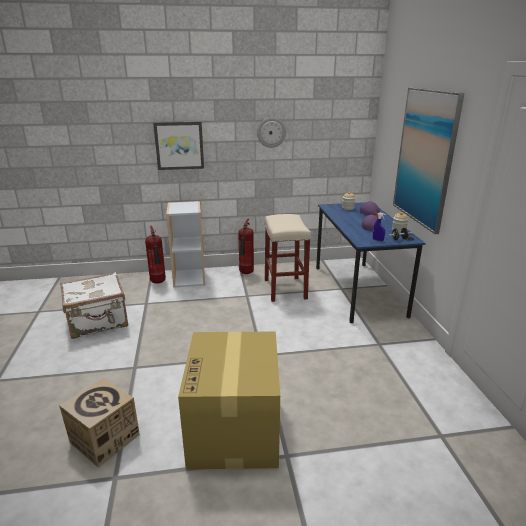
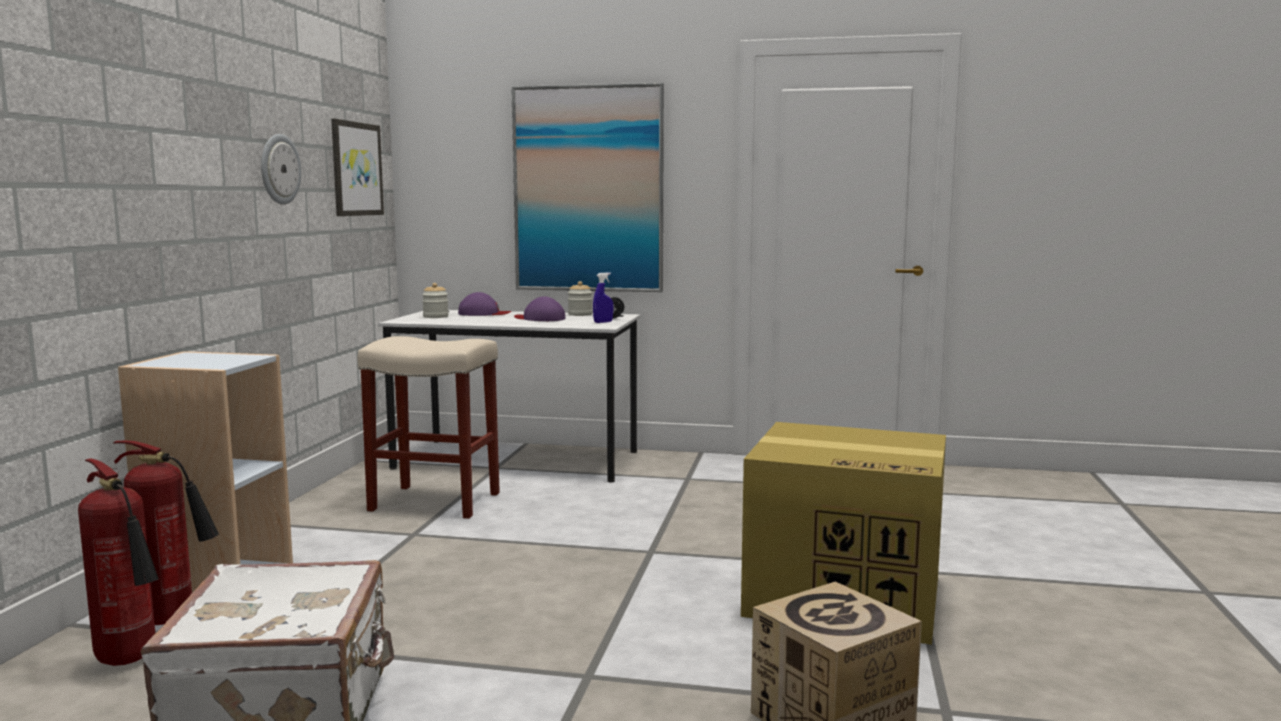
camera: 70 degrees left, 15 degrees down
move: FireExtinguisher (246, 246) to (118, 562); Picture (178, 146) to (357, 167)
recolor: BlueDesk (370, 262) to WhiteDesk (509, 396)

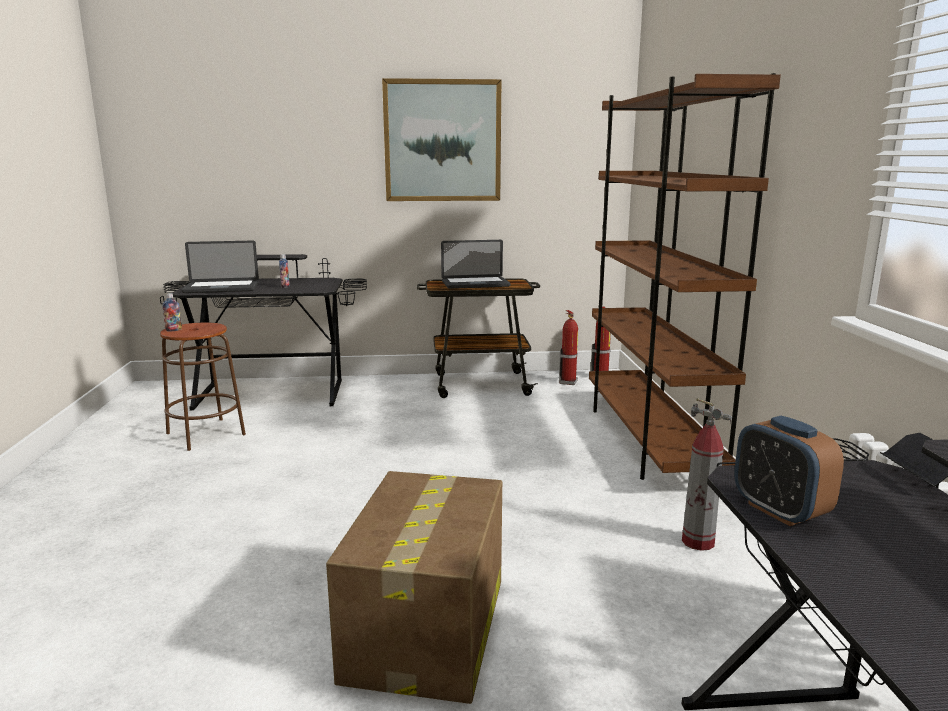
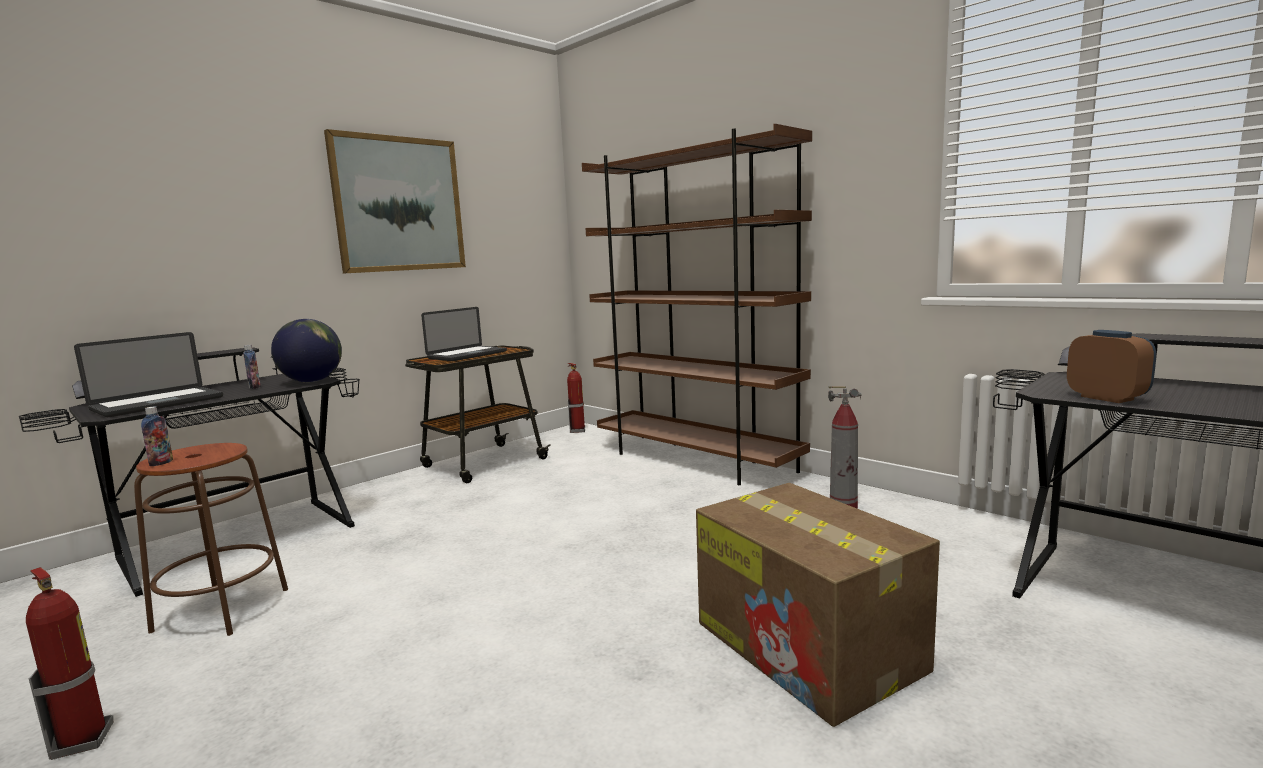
camera: 40 degrees left, 5 degrees down
insert: Globe (306, 350)
move: FireExtinguisher (568, 347) to (69, 663)
rotate: AlarmClock (789, 471) = (1111, 366) 135 degrees counterclockwise

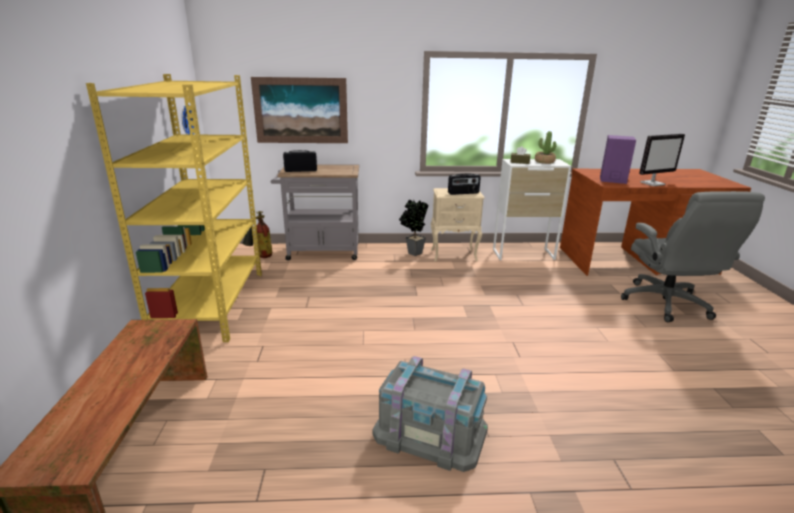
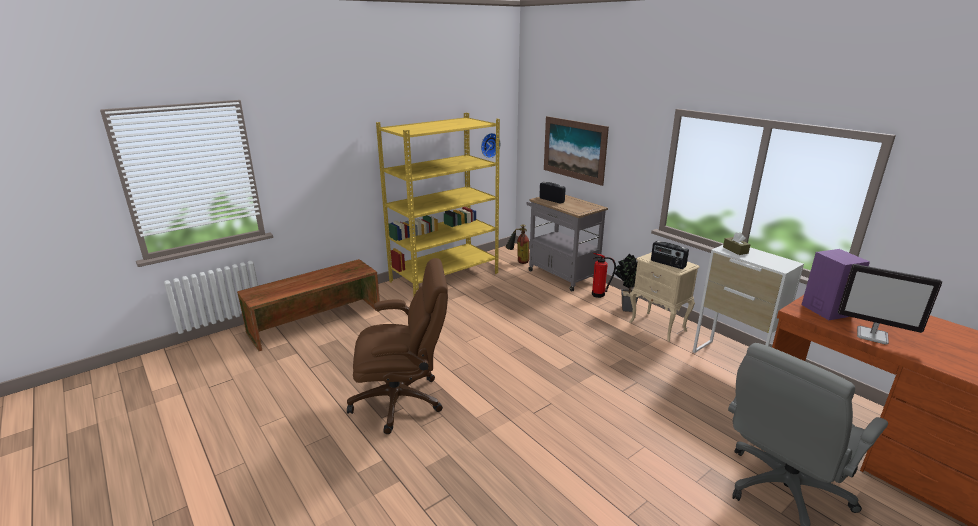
camera: 55 degrees right, 0 degrees up
delete: PottedPlant (545, 147)
insert: FireExtinguisher (604, 275)
replace: GreyStorageBox (430, 414) to BrownOfficeChair (397, 346)

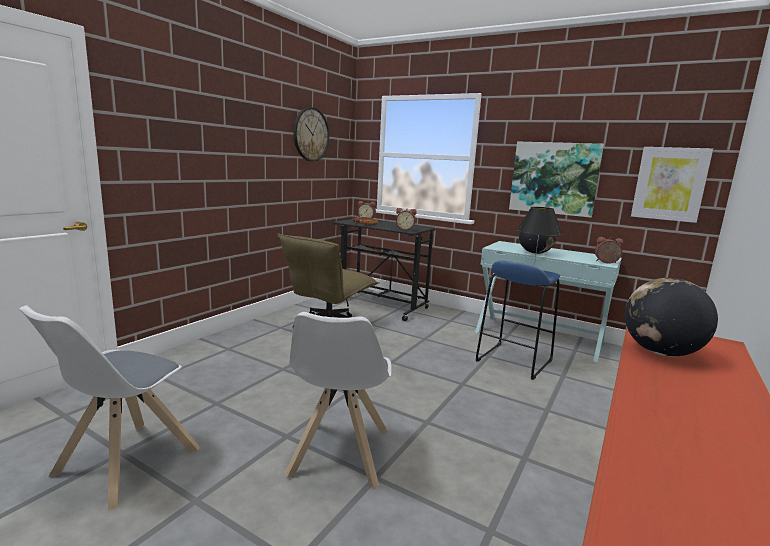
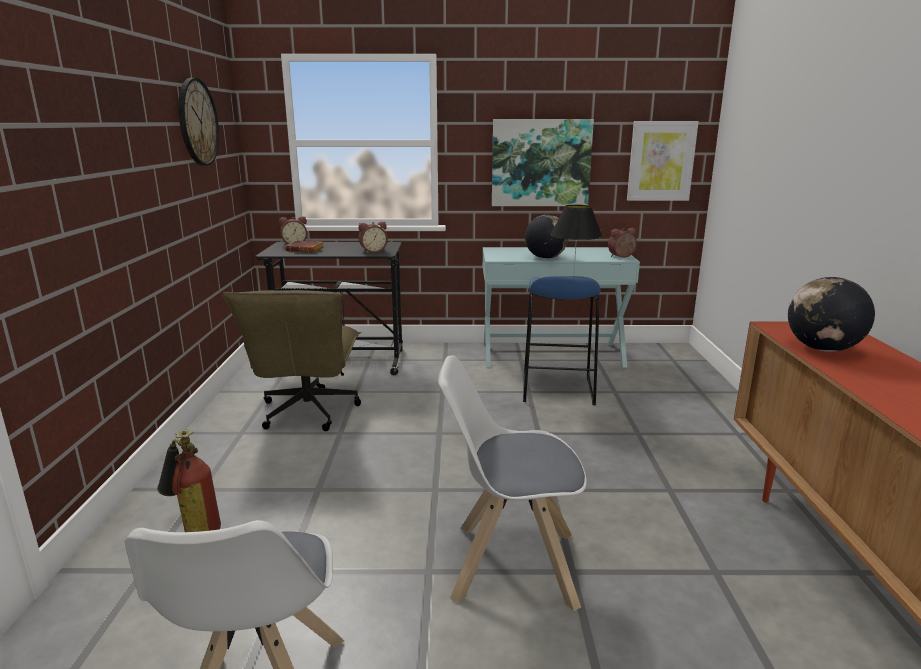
camera: 30 degrees left, 5 degrees up
insert: FireExtinguisher (189, 481)
rotate: Chair (338, 400) = (512, 483) 120 degrees clockwise

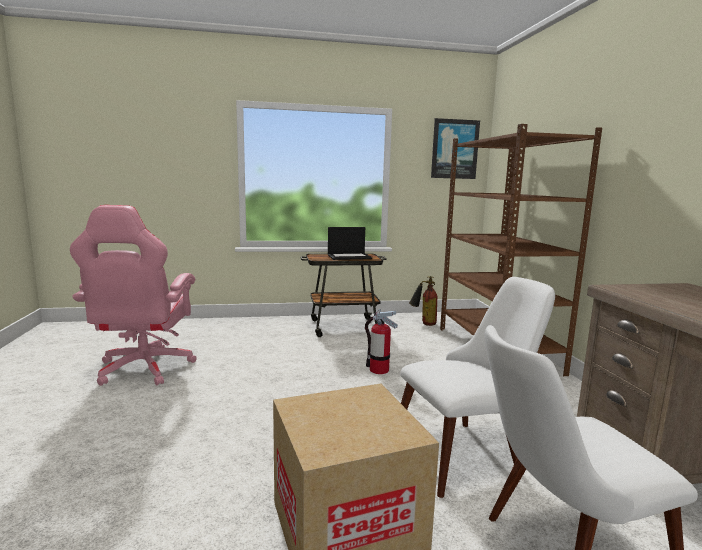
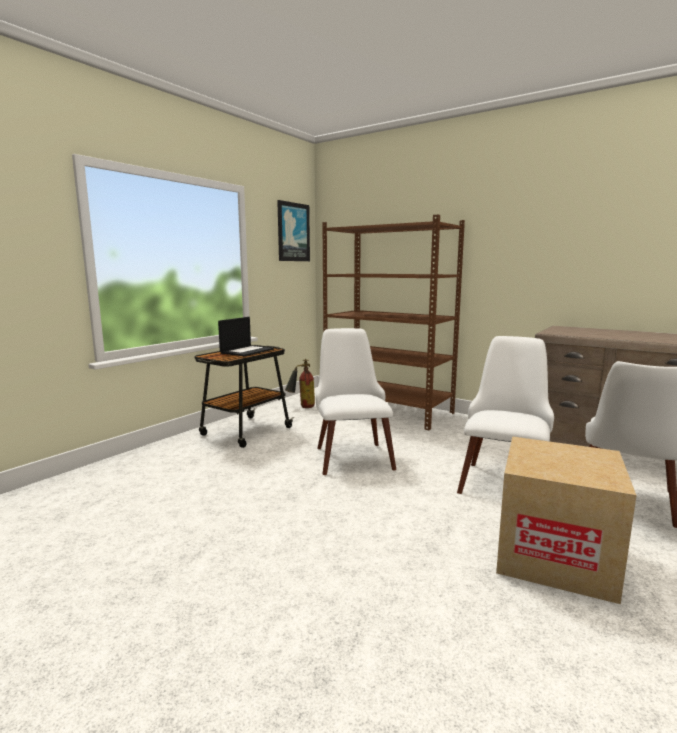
camera: 45 degrees left, 0 degrees up
delete: PinkOfficeChair (133, 295)
replace: FireExtinguisher (381, 341) to WhiteChair (356, 401)

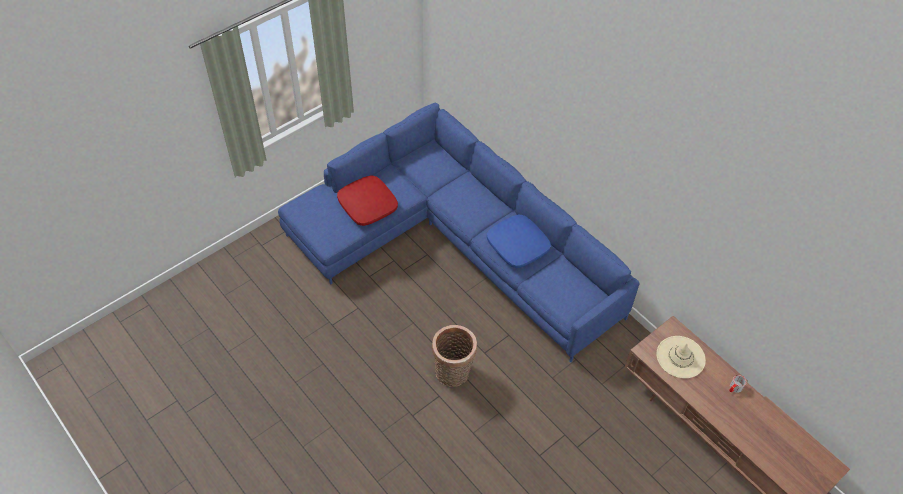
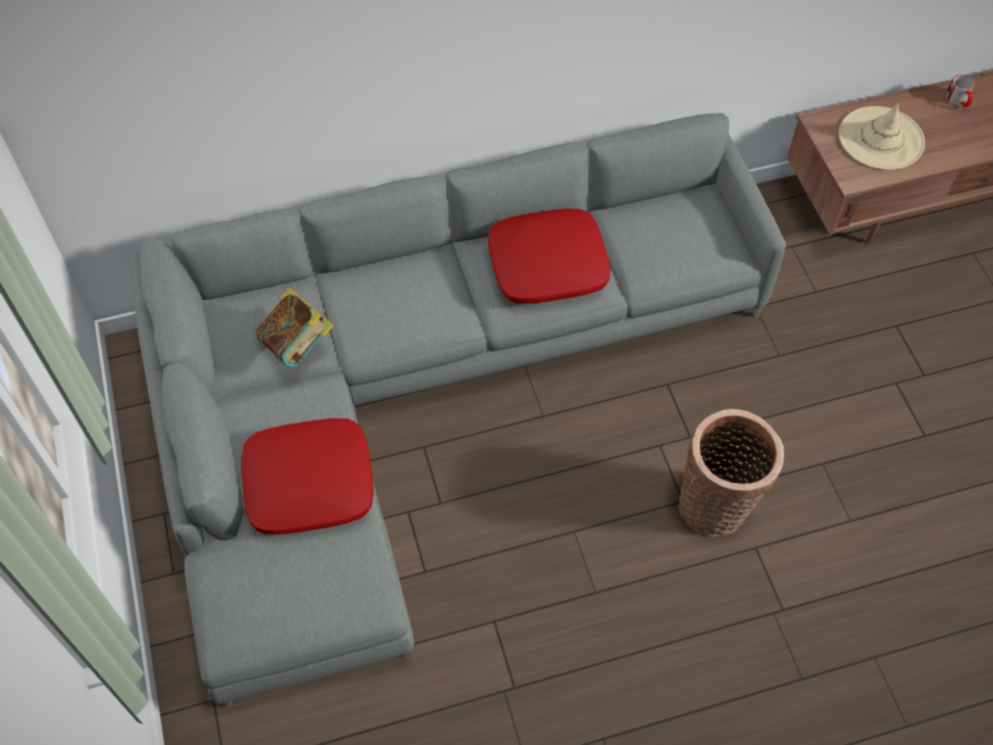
camera: 65 degrees left, 5 degrees up
insert: Book (294, 327)
recolor: BlueSofa (459, 232) to GreySofa (458, 410); BluePillow (519, 241) to RedPillow (549, 256)

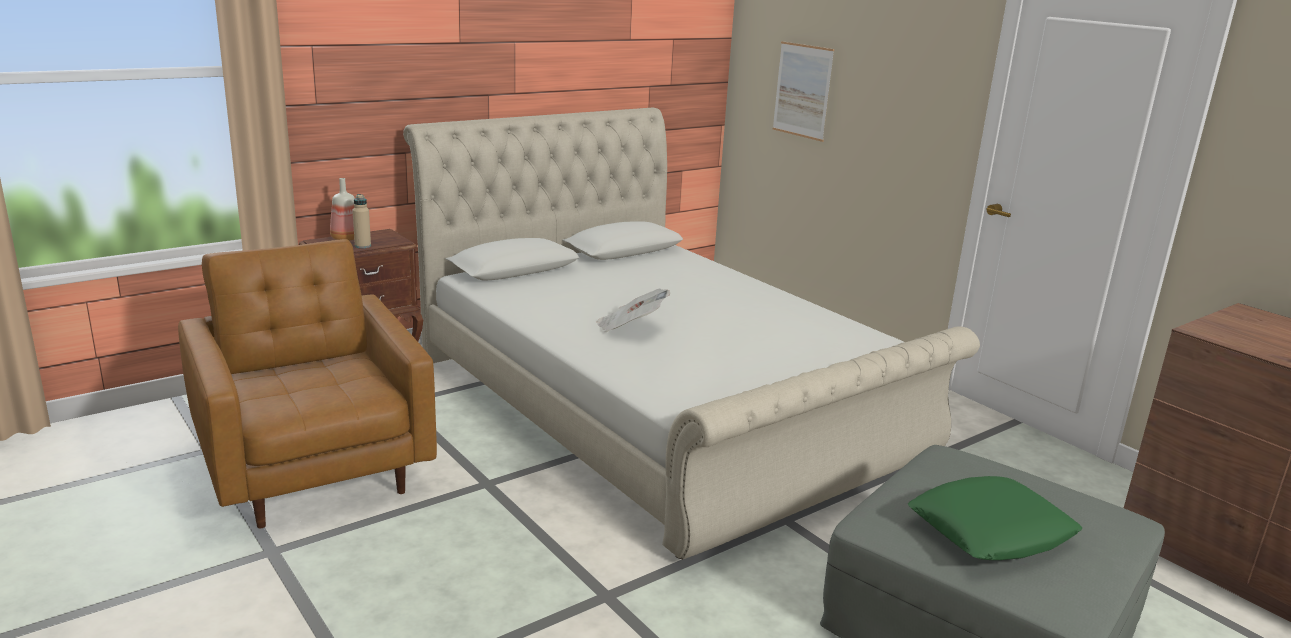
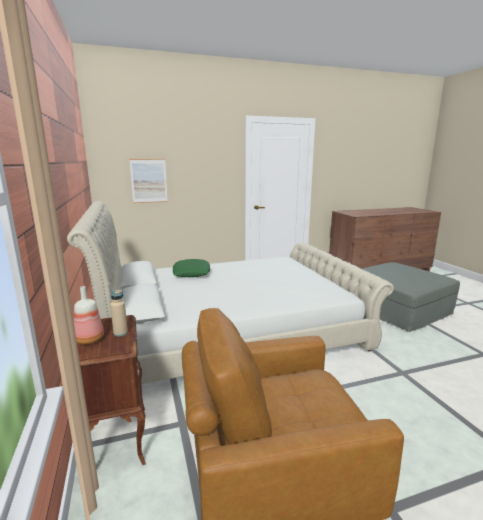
camera: 70 degrees left, 5 degrees down
delete: Newspaper (633, 310)
move: GreenPillow (995, 518) to (191, 268)

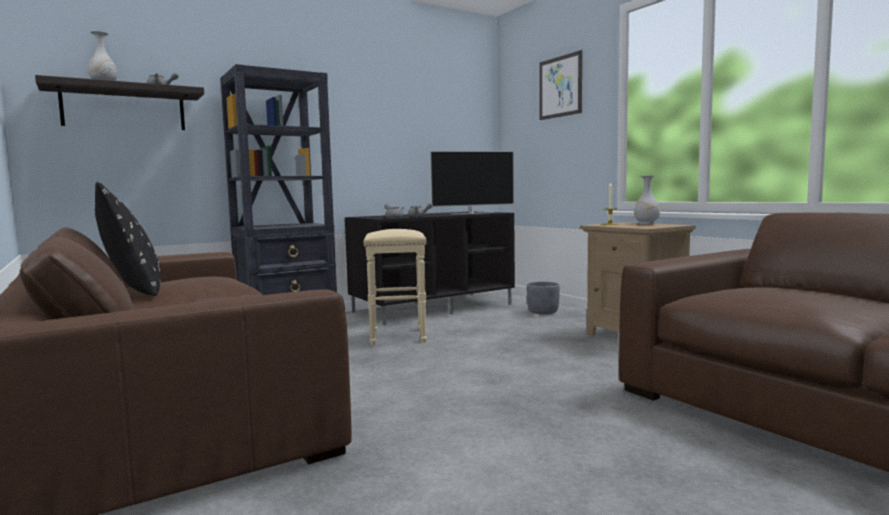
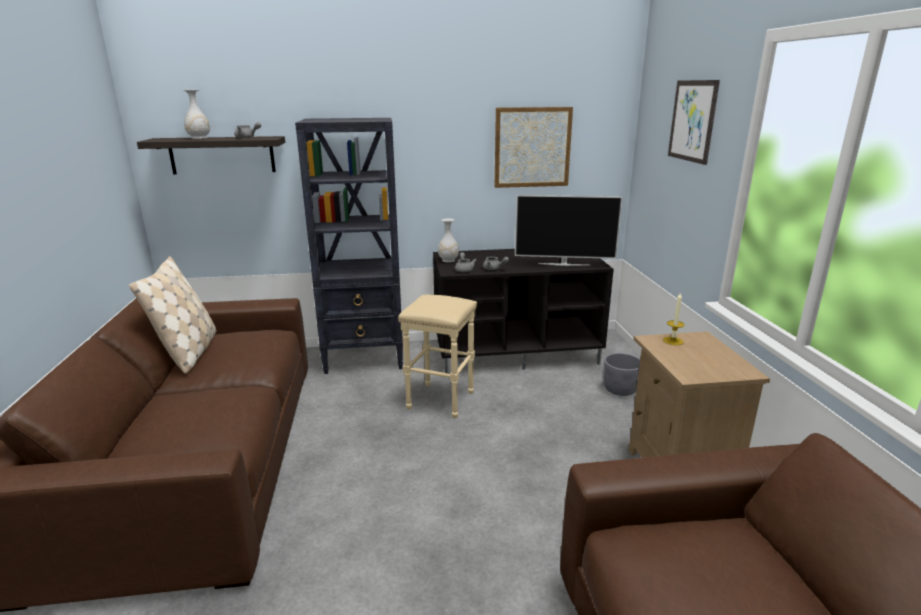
camera: 25 degrees right, 15 degrees up
insert: Picture (534, 147)
move: WhiteVase (647, 199) to (448, 240)
recolor: BlackPillow (128, 239) to BeigePillow (172, 315)

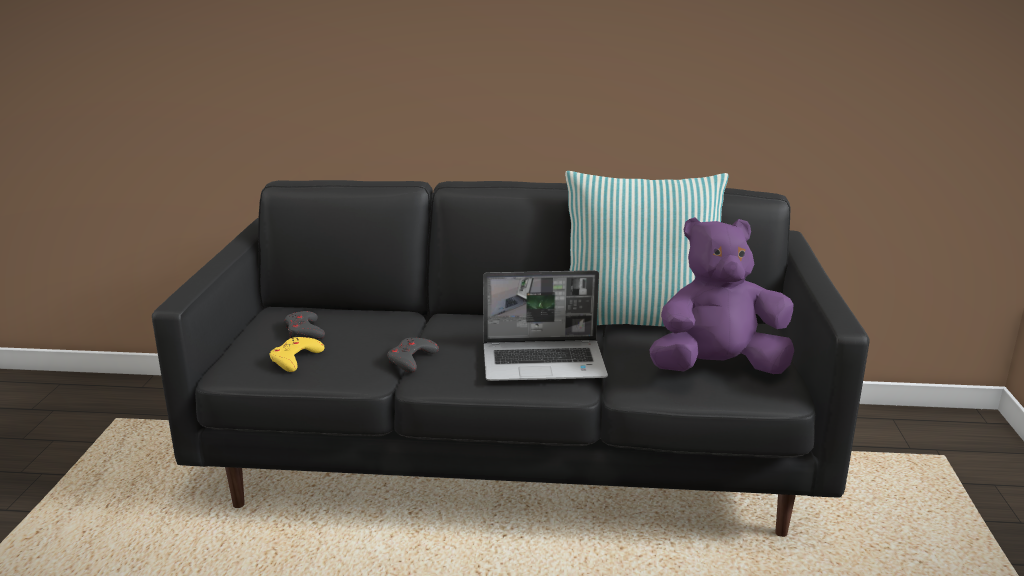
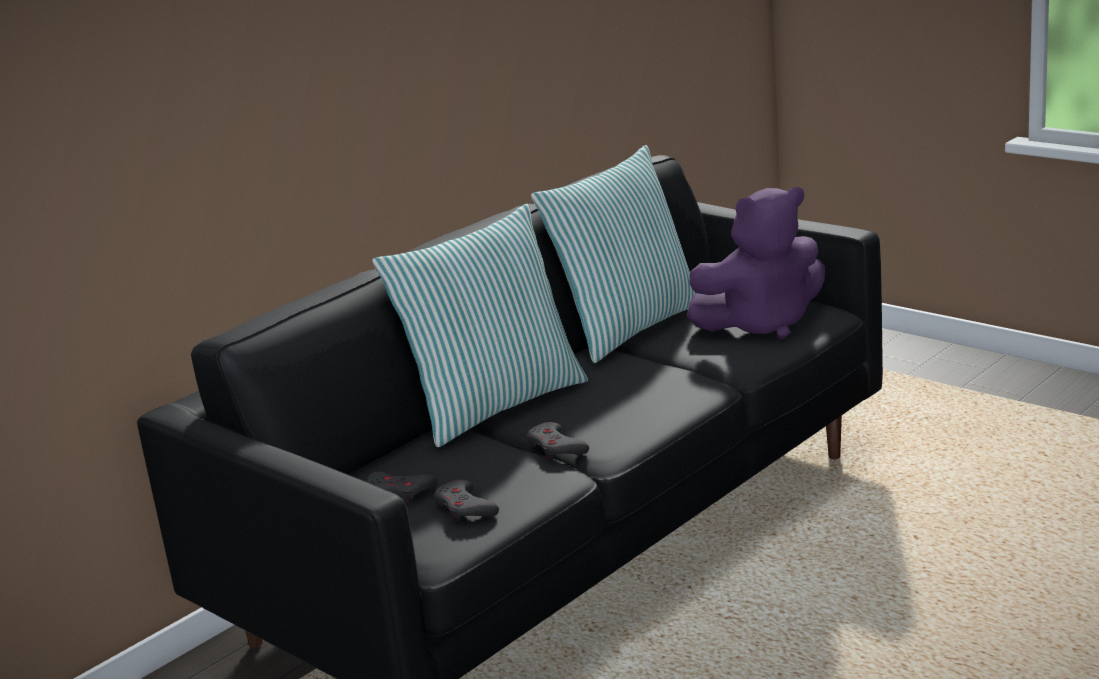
camera: 50 degrees left, 0 degrees up
delete: Laptop (545, 325)
insert: Pillow (480, 325)
recolor: YellowGameController (297, 354) to GreyGameController (466, 501)
rotate: PurplePlushToy (721, 295) = (756, 263) 135 degrees counterclockwise

